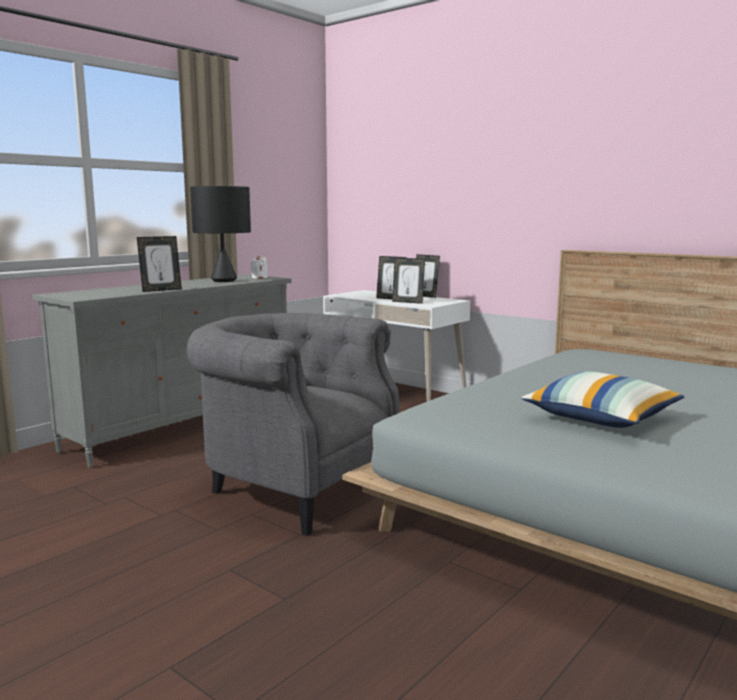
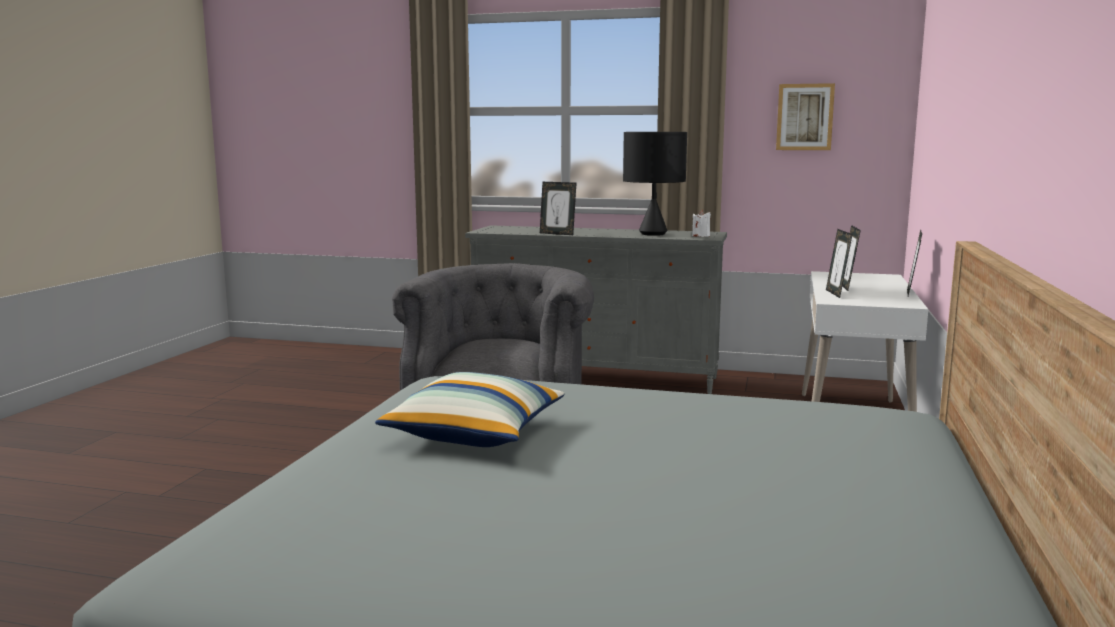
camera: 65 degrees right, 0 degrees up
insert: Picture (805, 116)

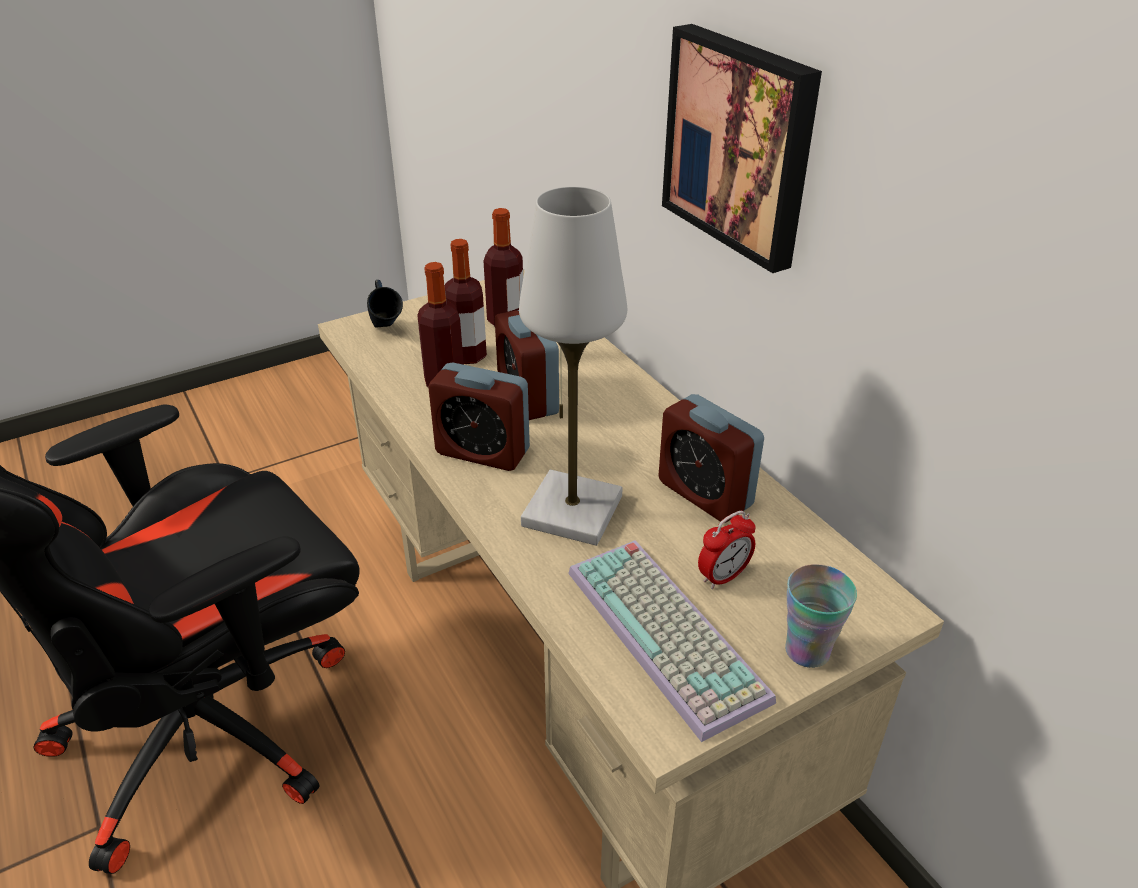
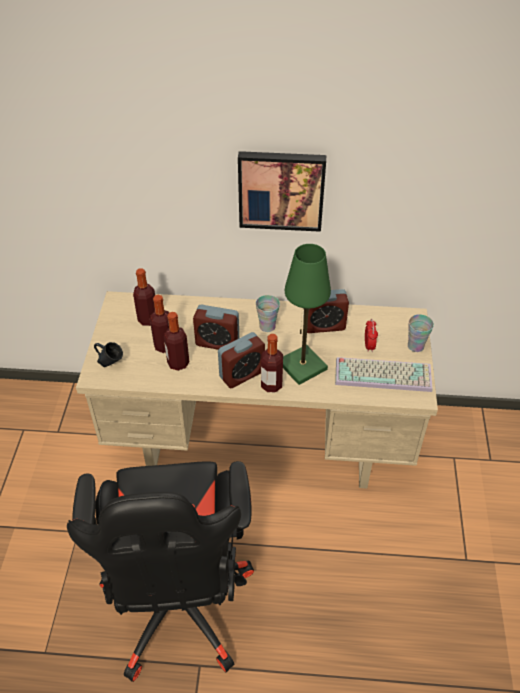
camera: 55 degrees left, 10 degrees up
insert: Cup (268, 313); Bottle (272, 363)
recolor: WhiteTableLamp (573, 366) to GreenTableLamp (307, 314)

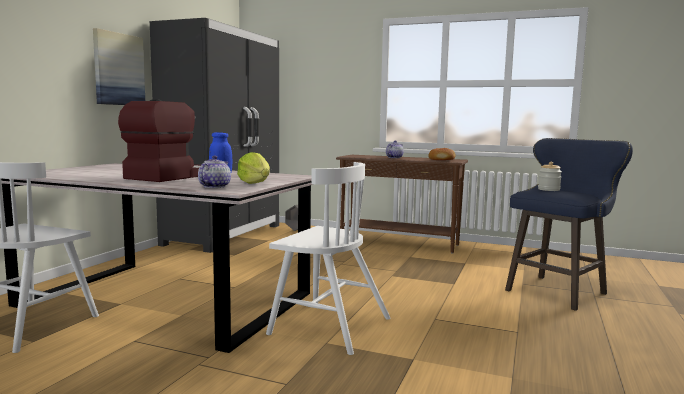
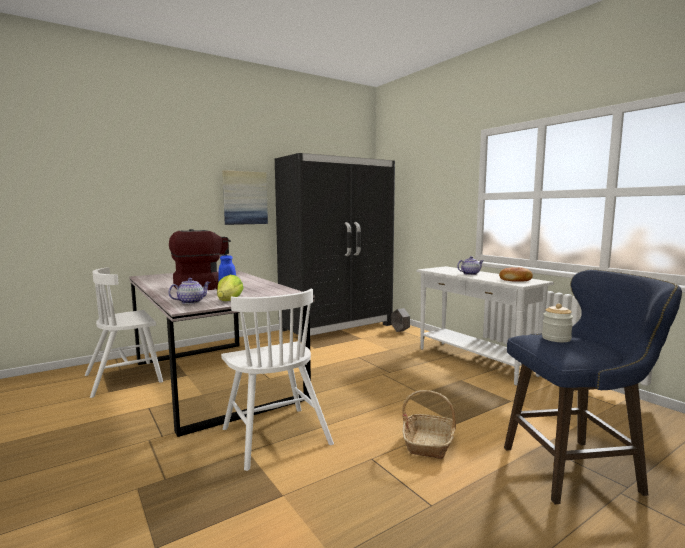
camera: 35 degrees right, 0 degrees up
insert: Basket (429, 424)
recolor: BrownConsoleTable (402, 204) to WhiteConsoleTable (485, 326)

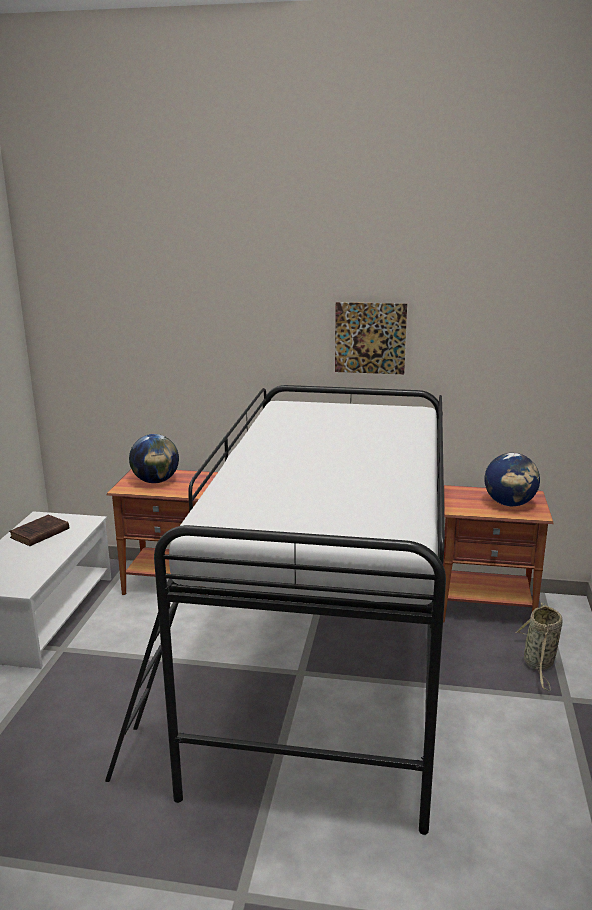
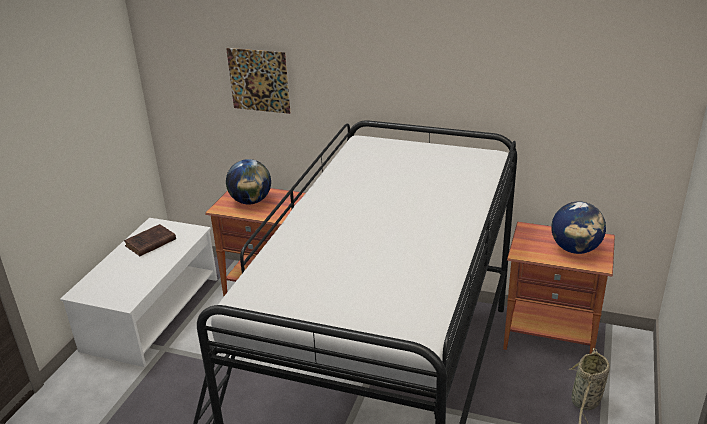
camera: 10 degrees right, 10 degrees up
move: Picture (371, 338) to (258, 81)

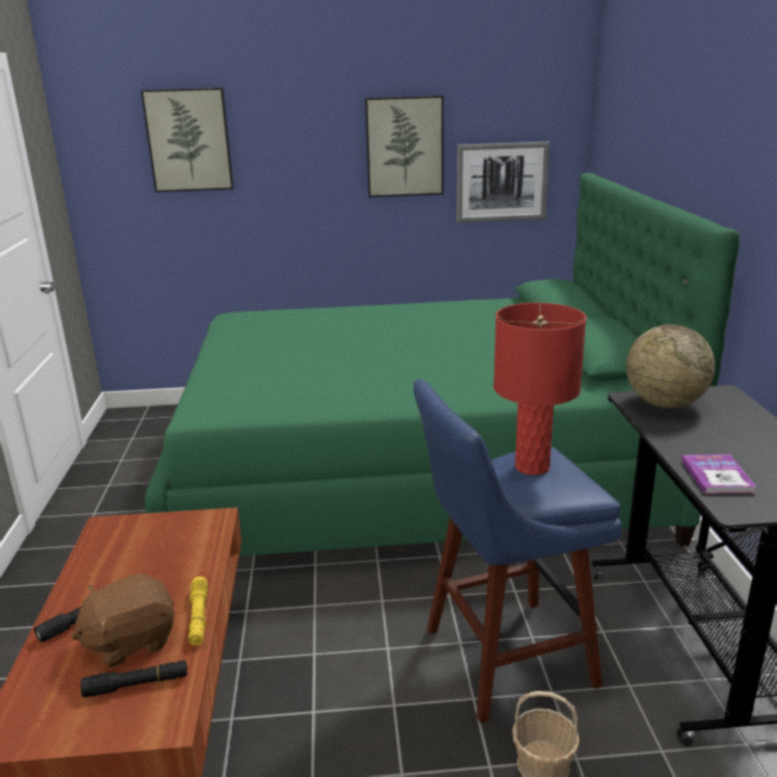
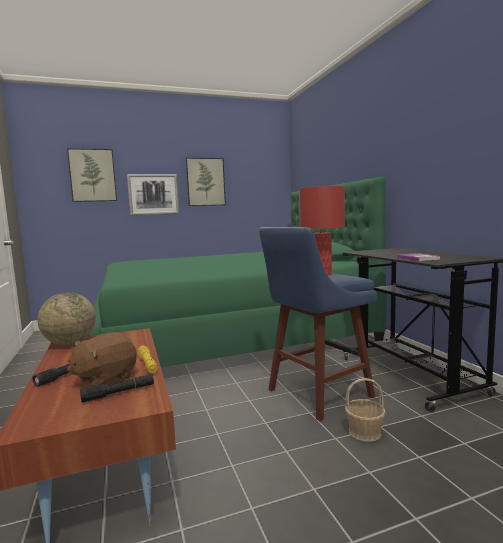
camera: 15 degrees left, 15 degrees down
move: Globe (670, 366) to (67, 318); Picture (503, 182) to (153, 195)

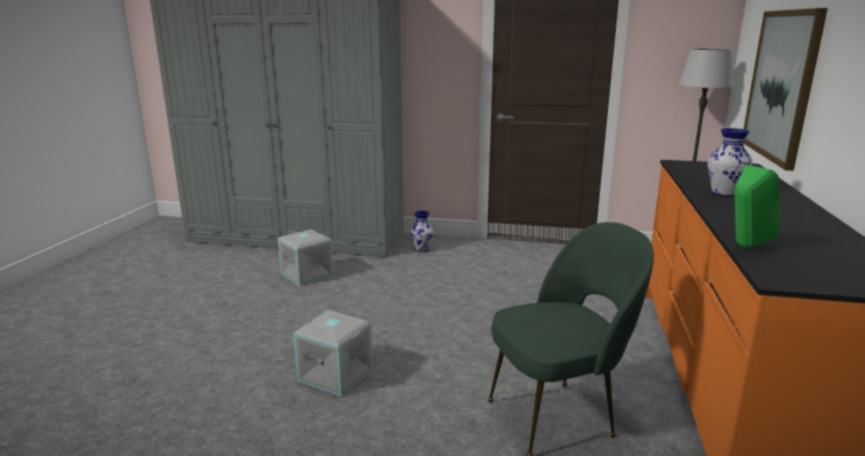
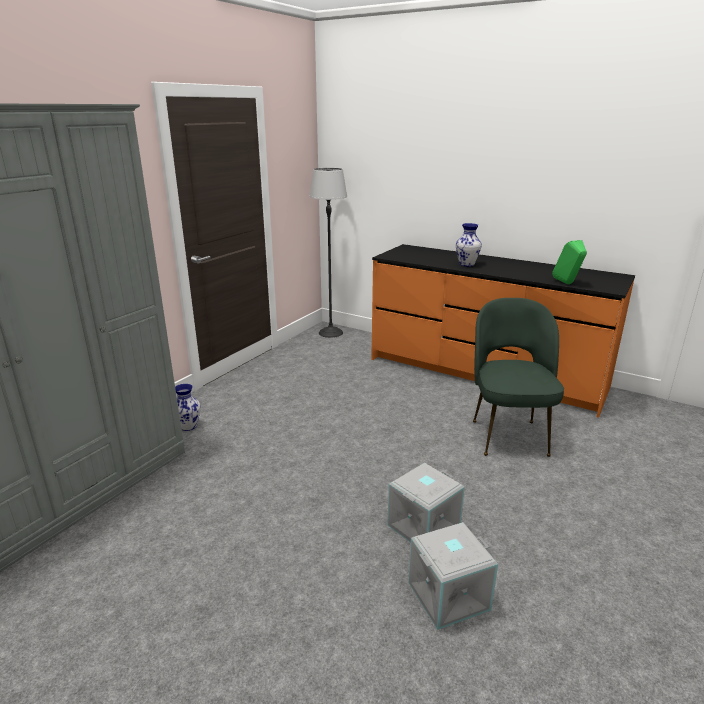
camera: 70 degrees left, 5 degrees up
delete: Picture (786, 89)
move: GreyStorageBox (306, 257) to (453, 576)

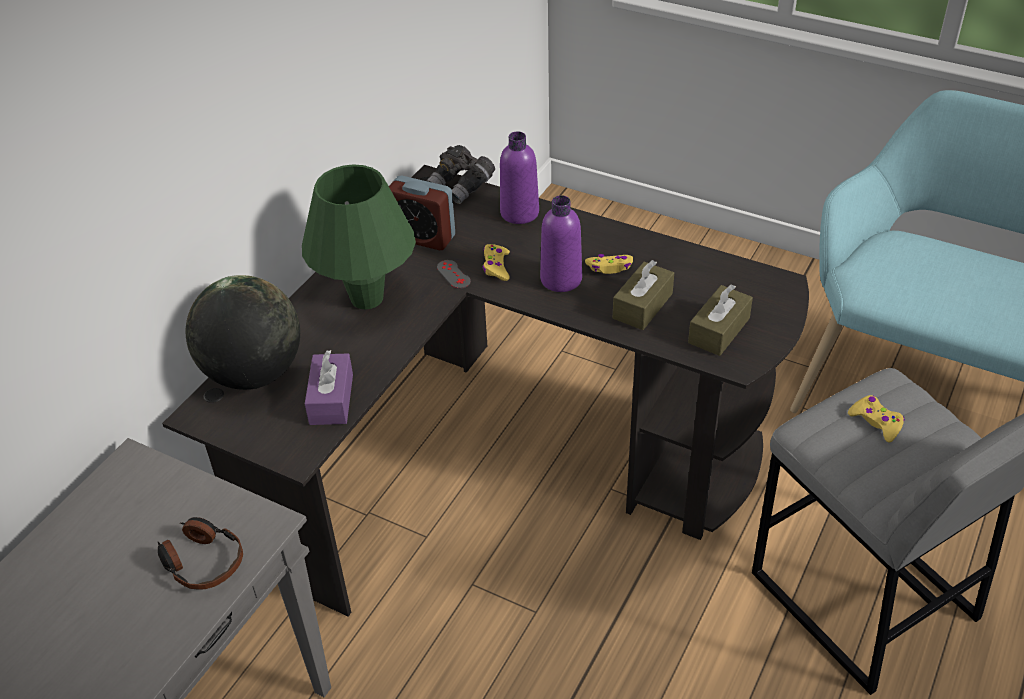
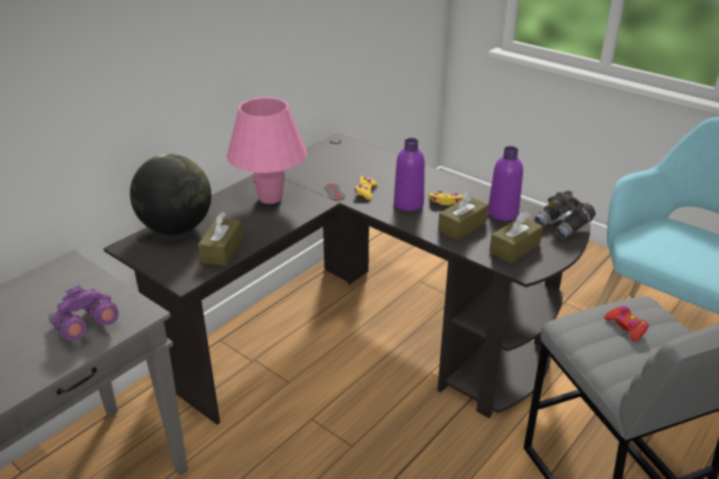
camera: 10 degrees right, 10 degrees down
delete: AlarmClock (422, 212)
move: PurpleBottle (519, 177) to (505, 183); GreyBinoculars (460, 174) to (565, 215)
replace: Headphones (200, 553) to PurpleBinoculars (84, 313)
recolor: PurpleTissueBox (329, 387) to BrownTissueBox (220, 239); GreenTableLamp (359, 236) to PinkTableLamp (267, 150); YellowGameController (876, 419) to RedGameController (626, 324)

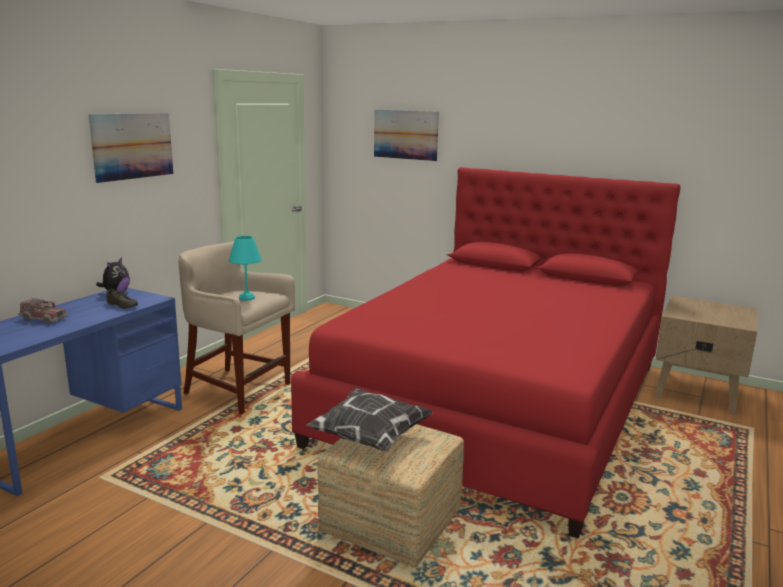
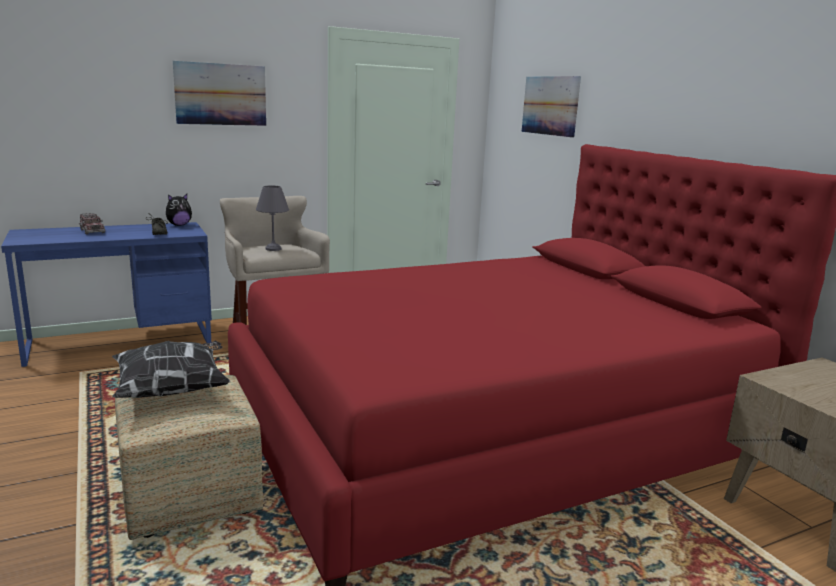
camera: 35 degrees right, 0 degrees up
recolor: TurquoiseTableLamp (245, 268) to GreyTableLamp (272, 218)

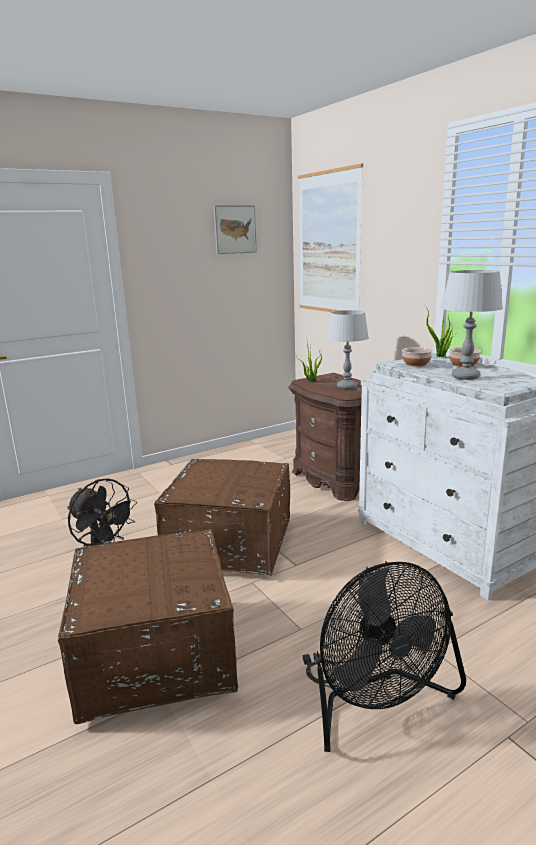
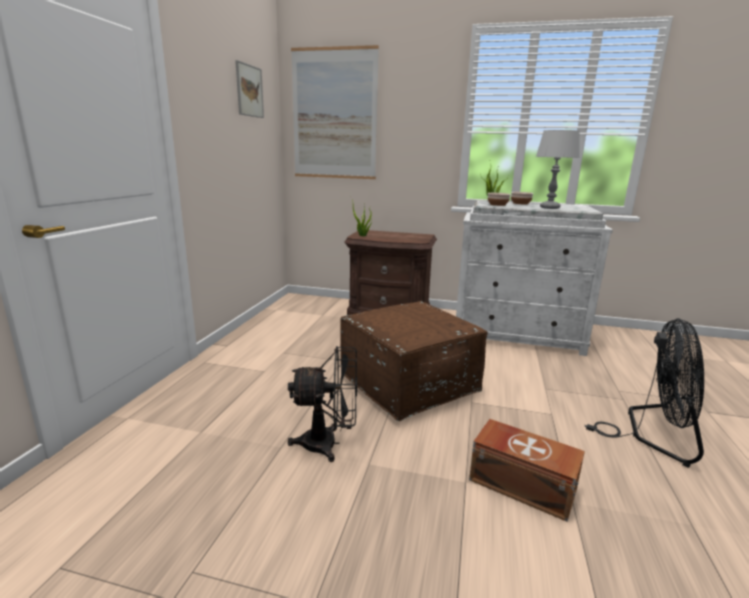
camera: 45 degrees left, 0 degrees up
delete: GreyTableLamp (348, 349)
replace: BrownOttoman (148, 626) to BrownStorageBox (527, 470)

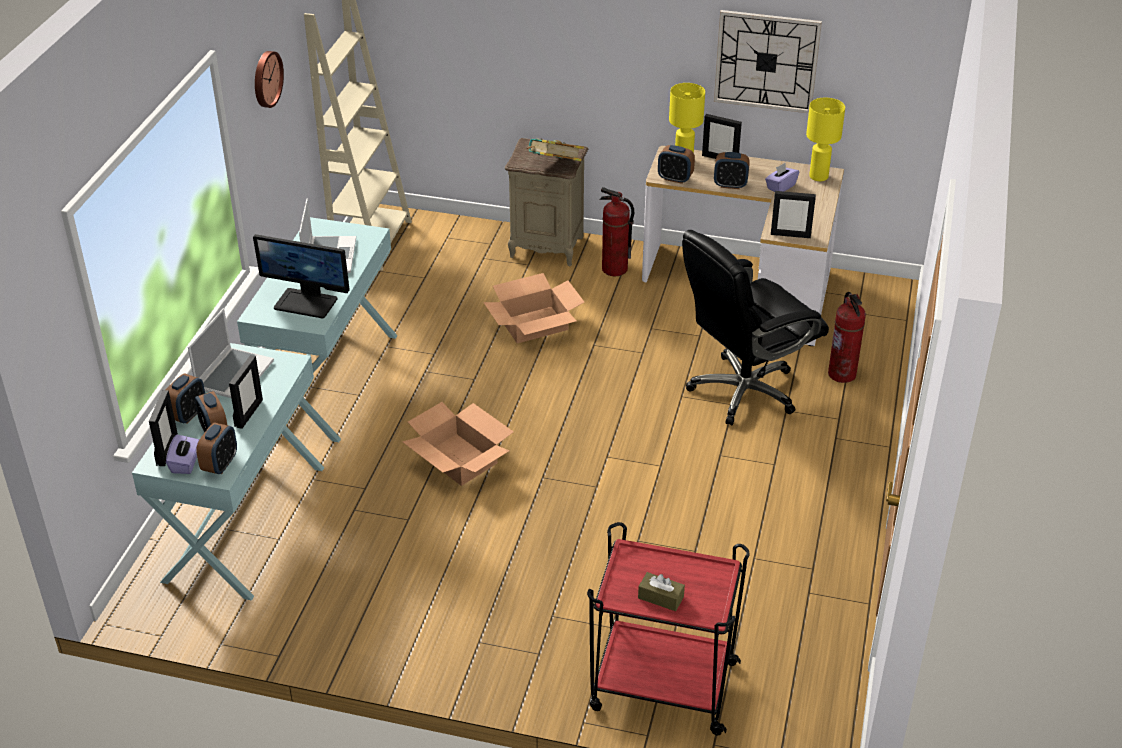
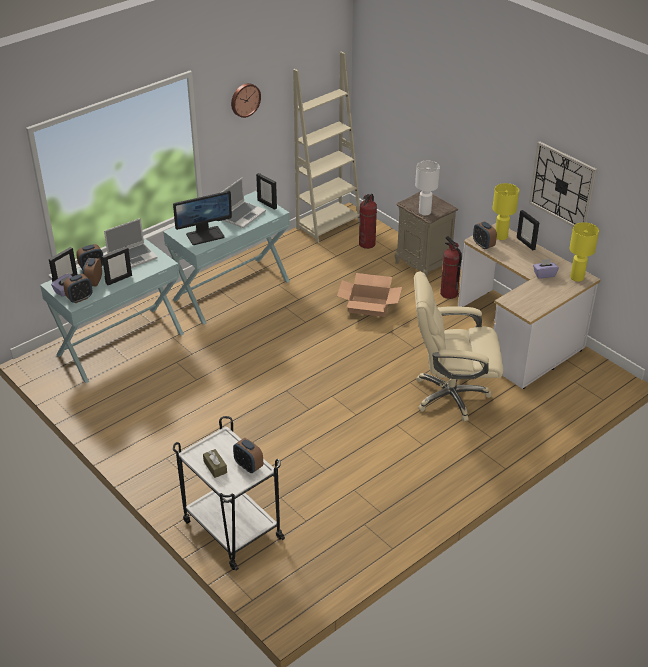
camera: 35 degrees right, 0 degrees up
delete: CardboardBox (458, 444)
move: AlarmClock (732, 170) to (248, 455); PictureFrame (793, 214) to (266, 191); FireExtinguisher (847, 337) to (368, 221)
replace: Book (555, 149) to WhiteTableLamp (427, 188)
recolor: RedCart (668, 628) to WhiteCart (229, 493); BlackOfficeChair (755, 327) to BeigeOfficeChair (458, 346)
rotate: Monitor (301, 276) = (202, 218) 75 degrees counterclockwise

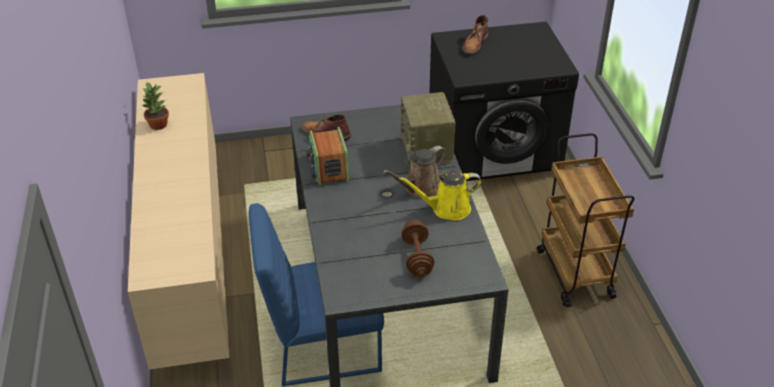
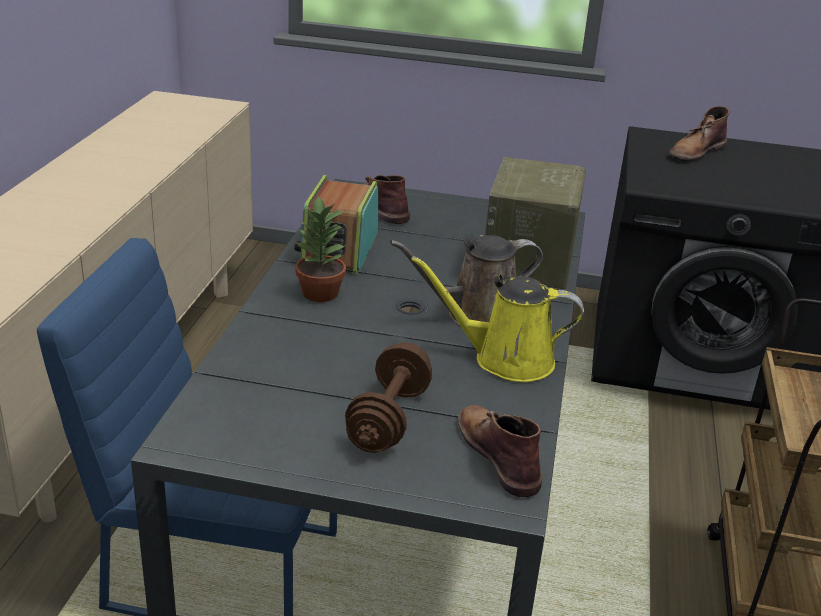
camera: 20 degrees right, 10 degrees down
insert: BrownBoot (500, 451)
move: PottedPlant (155, 105) to (320, 249)

